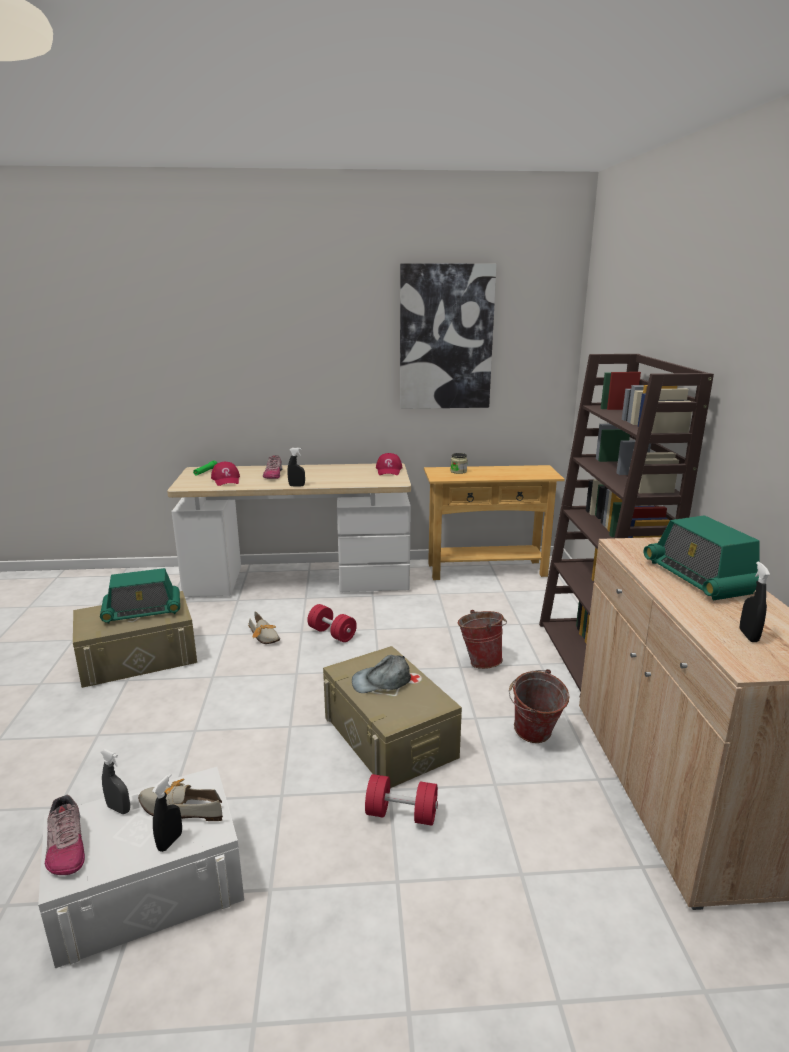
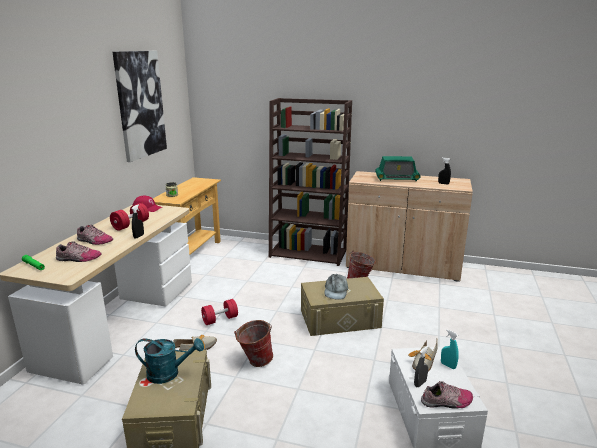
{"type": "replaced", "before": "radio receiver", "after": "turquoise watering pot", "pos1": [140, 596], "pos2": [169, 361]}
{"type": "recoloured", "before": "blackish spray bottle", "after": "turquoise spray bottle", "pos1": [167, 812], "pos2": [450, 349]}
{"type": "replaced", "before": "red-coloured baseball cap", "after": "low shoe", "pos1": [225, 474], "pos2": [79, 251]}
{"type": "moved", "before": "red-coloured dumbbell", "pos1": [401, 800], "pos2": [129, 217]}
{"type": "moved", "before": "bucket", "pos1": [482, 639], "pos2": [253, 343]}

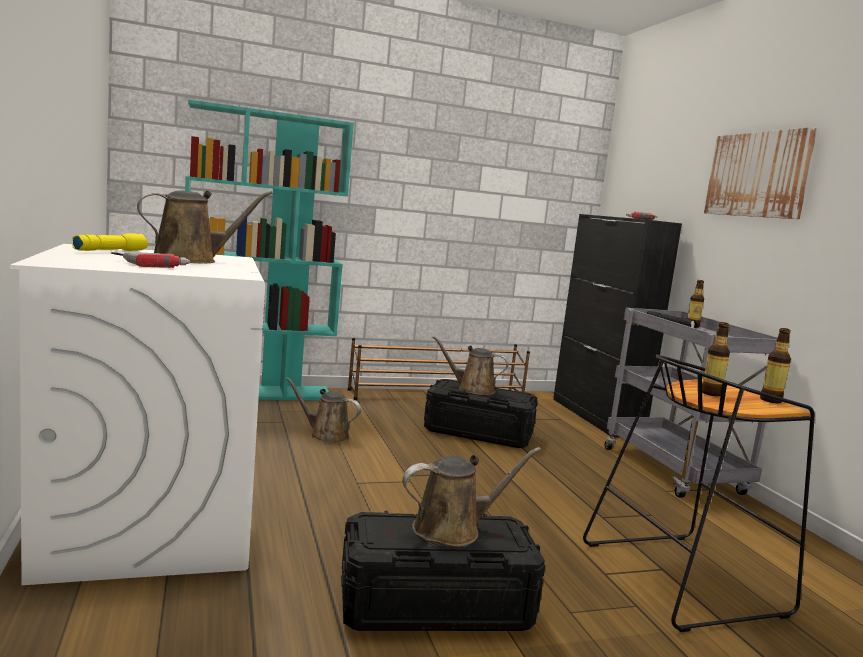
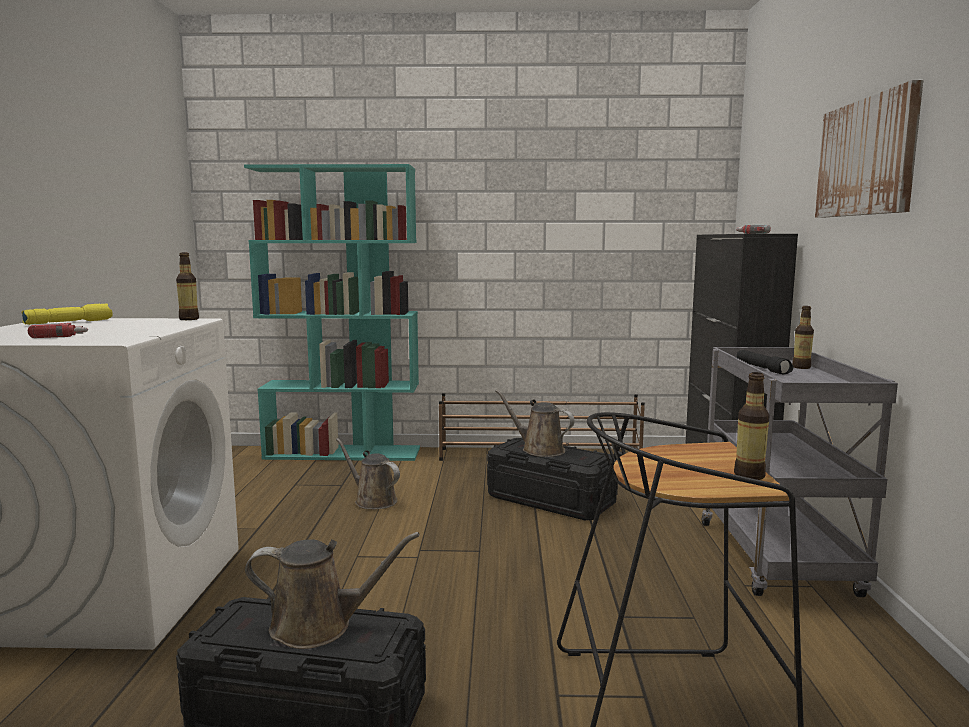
{"type": "removed", "before": "brown watering pot", "pos1": [204, 226]}
{"type": "moved", "before": "drink bottle", "pos1": [716, 359], "pos2": [187, 286]}

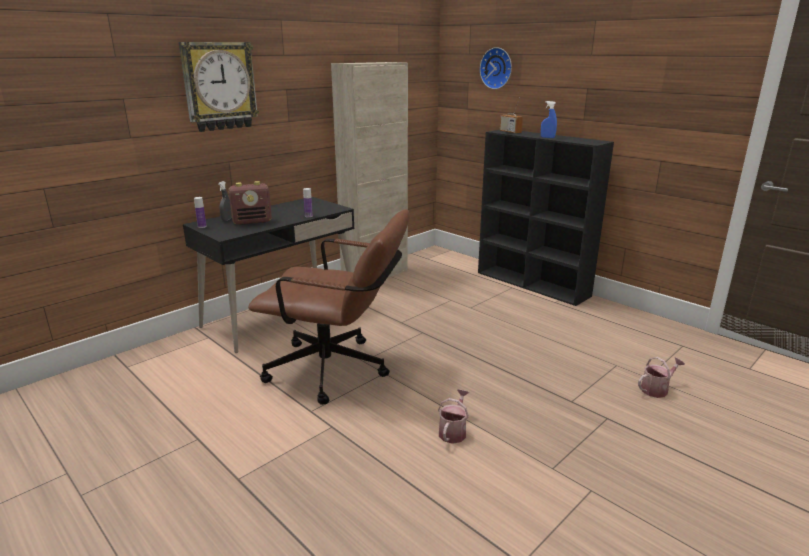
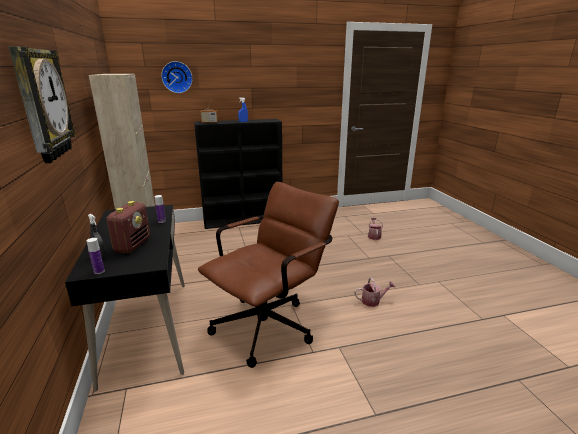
{"type": "turned", "before": "watering pot", "pos1": [453, 416], "pos2": [375, 292], "turn": 120}

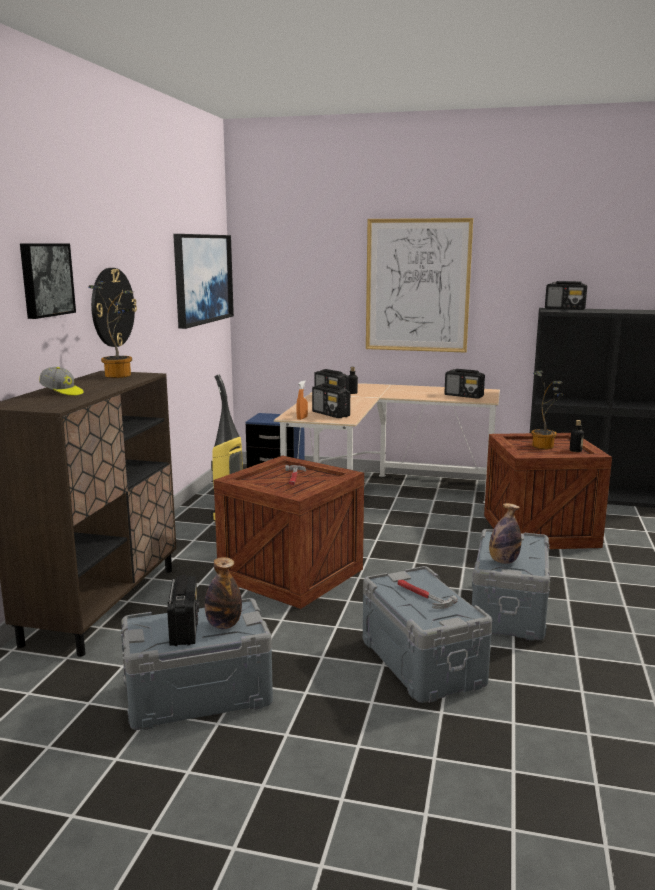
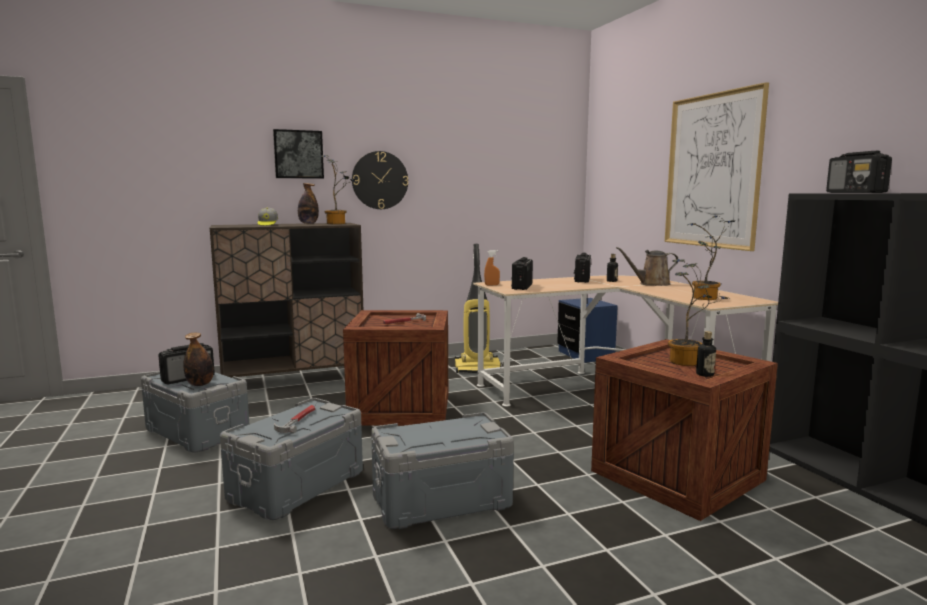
{"type": "removed", "before": "wall picture", "pos1": [203, 281]}
{"type": "replaced", "before": "radio receiver", "after": "potted plant", "pos1": [464, 384], "pos2": [711, 258]}
{"type": "moved", "before": "drink bottle", "pos1": [505, 533], "pos2": [308, 203]}
{"type": "added", "after": "brown watering pot", "pos2": [647, 266]}

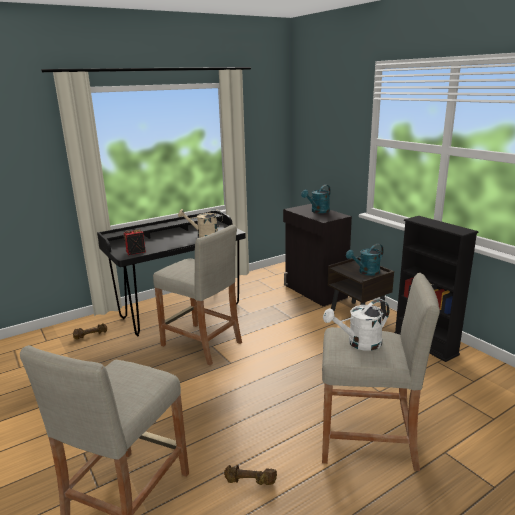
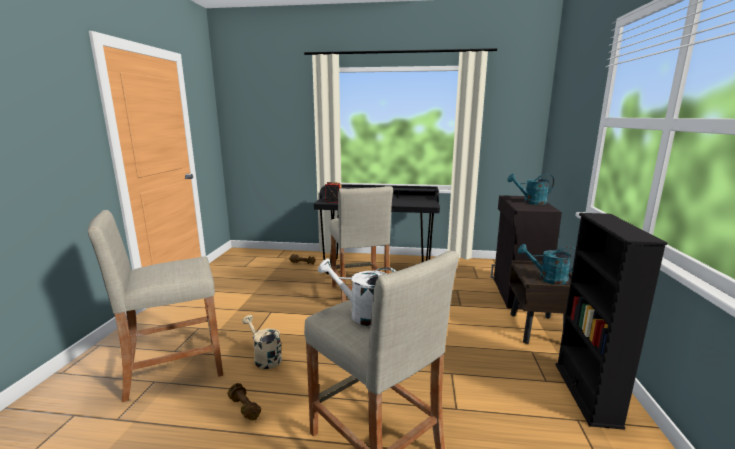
{"type": "moved", "before": "sand-coloured watering pot", "pos1": [200, 223], "pos2": [262, 342]}

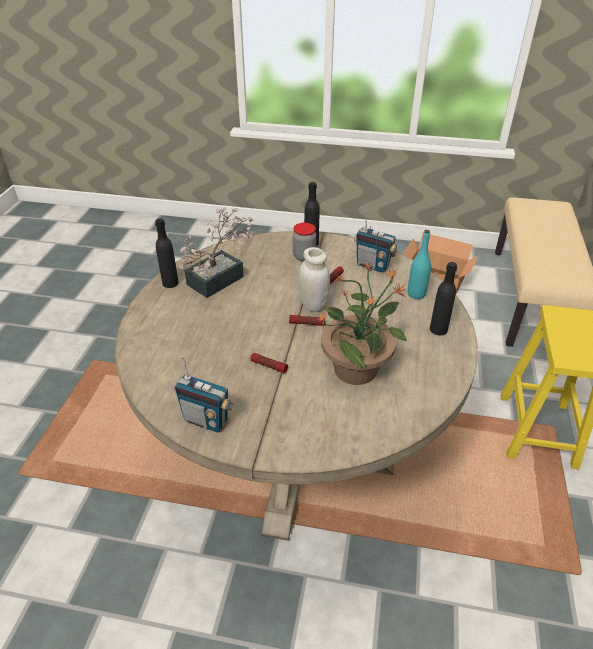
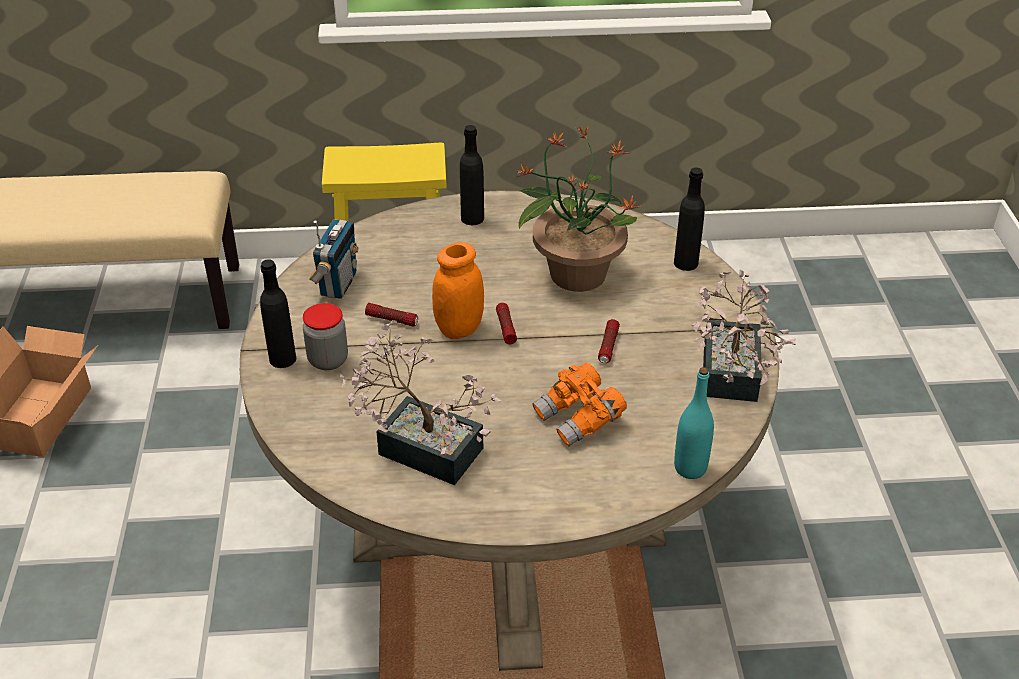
{"type": "moved", "before": "blackish drink bottle", "pos1": [167, 253], "pos2": [689, 219]}
{"type": "replaced", "before": "radio receiver", "after": "potted plant", "pos1": [204, 394], "pos2": [744, 335]}
{"type": "recoloured", "before": "white-coloured preserve jar", "after": "orangey preserve jar", "pos1": [314, 279], "pos2": [458, 290]}
{"type": "moved", "before": "turquoise drink bottle", "pos1": [419, 264], "pos2": [694, 423]}
{"type": "added", "after": "orangey pair of binoculars", "pos2": [579, 404]}

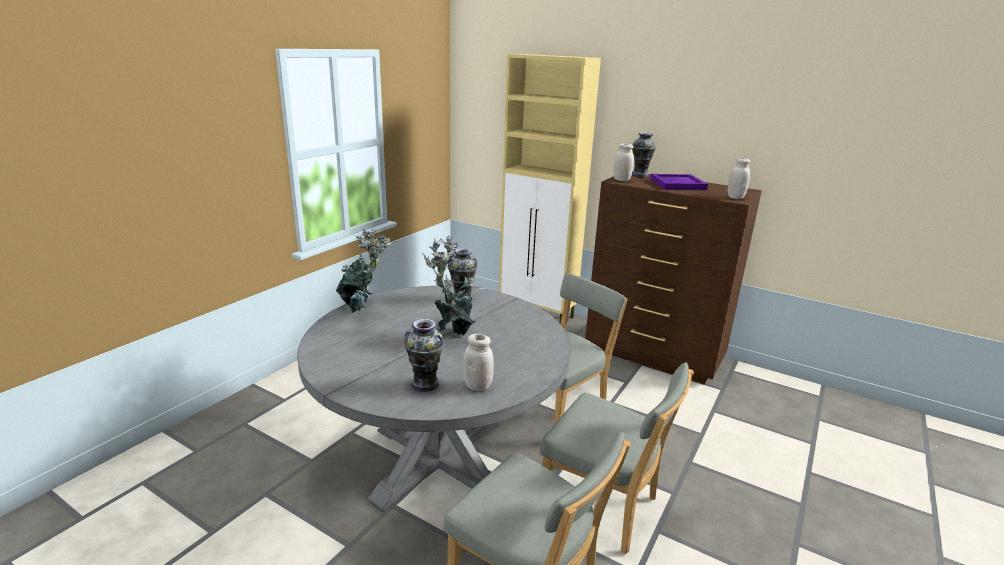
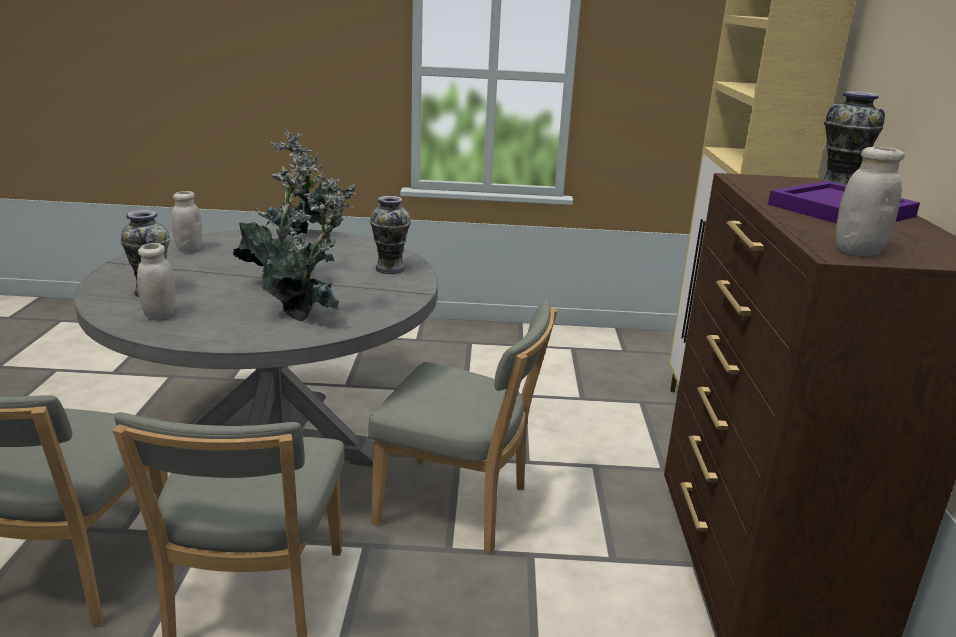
{"type": "moved", "before": "white-coloured preserve jar", "pos1": [623, 162], "pos2": [186, 221]}
{"type": "added", "after": "potted plant", "pos2": [309, 249]}

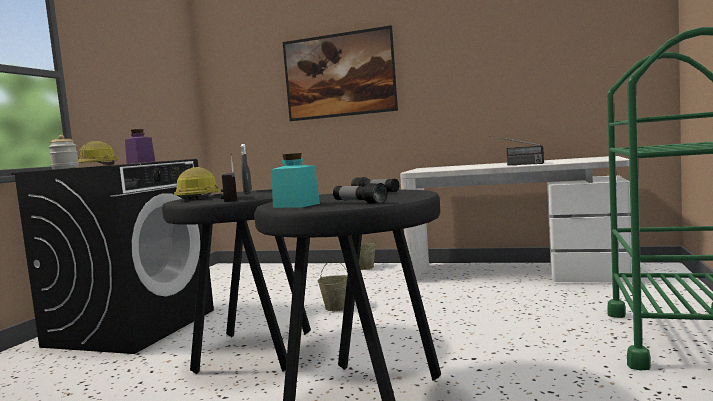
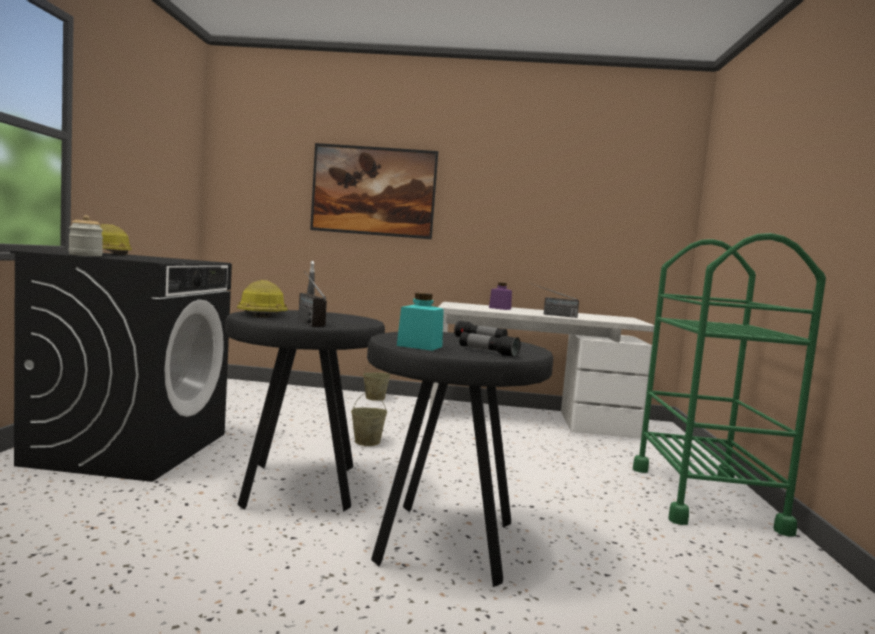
{"type": "moved", "before": "purple preserve jar", "pos1": [140, 146], "pos2": [500, 296]}

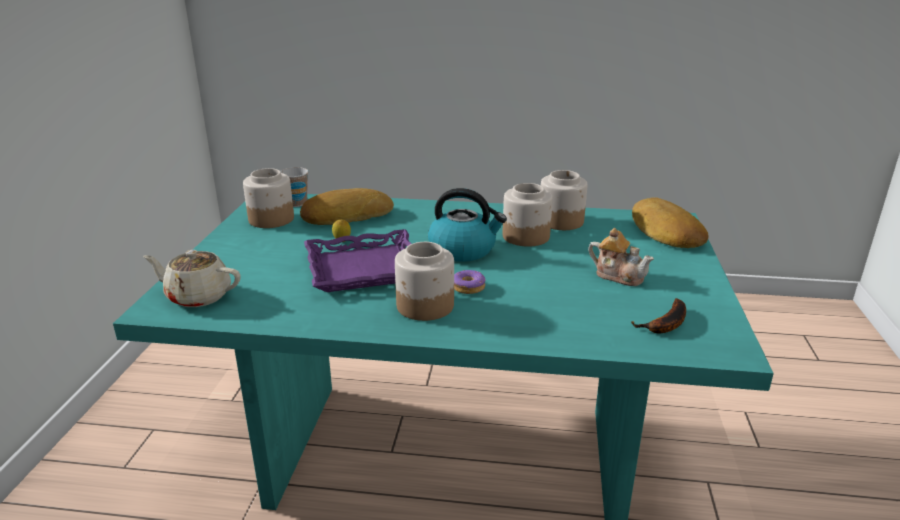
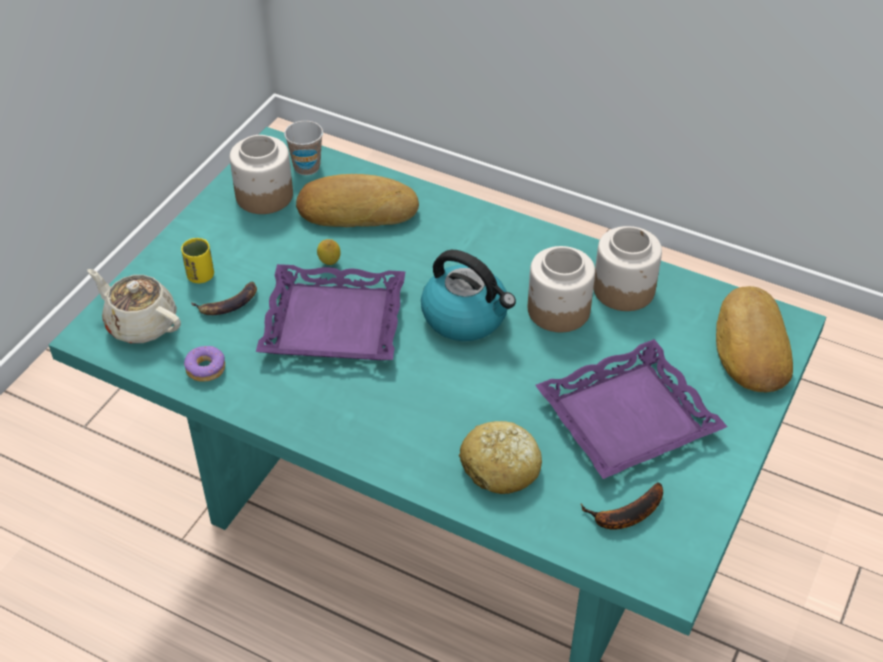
{"type": "removed", "before": "preserve jar", "pos1": [424, 281]}
{"type": "moved", "before": "doughnut", "pos1": [470, 282], "pos2": [204, 364]}
{"type": "replaced", "before": "pot for tea", "after": "purple carrying tray", "pos1": [621, 257], "pos2": [631, 409]}
{"type": "added", "after": "yellowish cup", "pos2": [197, 260]}
{"type": "added", "after": "banana", "pos2": [223, 298]}
{"type": "added", "after": "bakery bread", "pos2": [500, 457]}

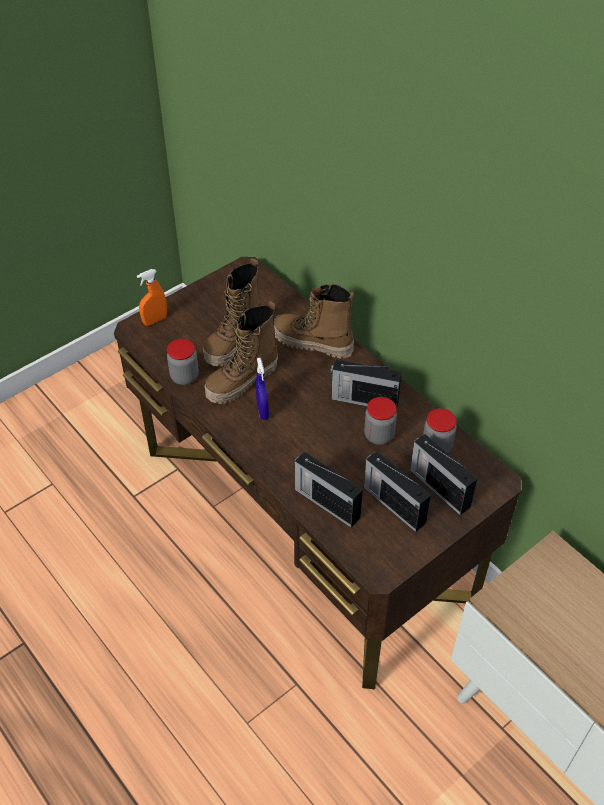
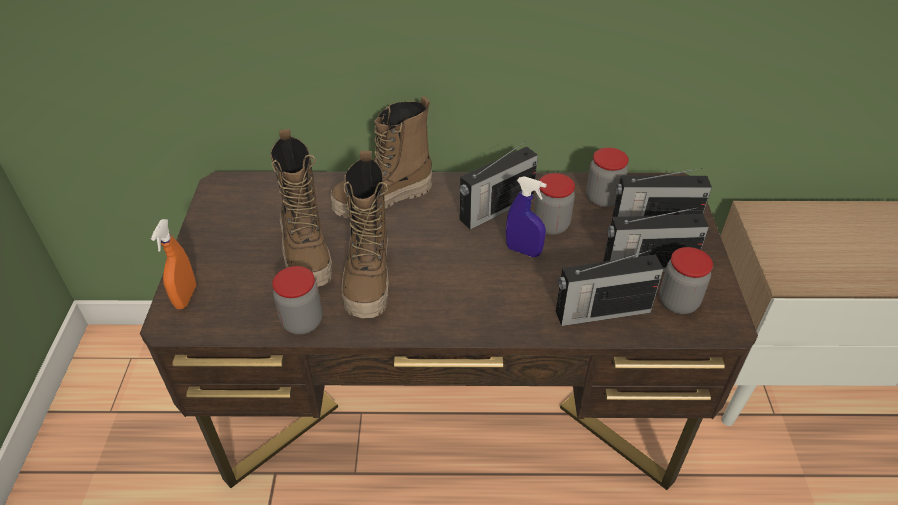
{"type": "moved", "before": "blue-coloured spray bottle", "pos1": [262, 389], "pos2": [526, 216]}
{"type": "added", "after": "preserve jar", "pos2": [686, 280]}

